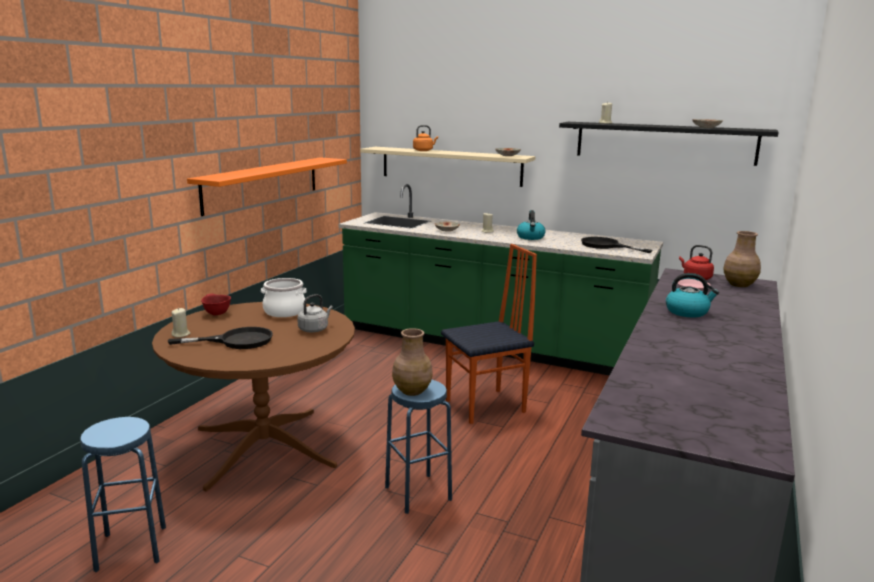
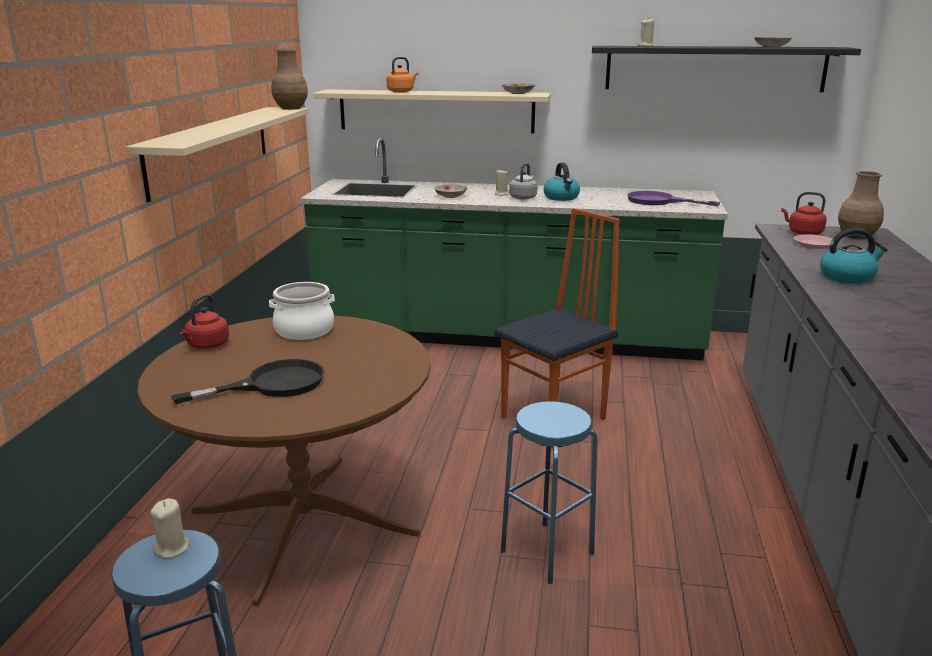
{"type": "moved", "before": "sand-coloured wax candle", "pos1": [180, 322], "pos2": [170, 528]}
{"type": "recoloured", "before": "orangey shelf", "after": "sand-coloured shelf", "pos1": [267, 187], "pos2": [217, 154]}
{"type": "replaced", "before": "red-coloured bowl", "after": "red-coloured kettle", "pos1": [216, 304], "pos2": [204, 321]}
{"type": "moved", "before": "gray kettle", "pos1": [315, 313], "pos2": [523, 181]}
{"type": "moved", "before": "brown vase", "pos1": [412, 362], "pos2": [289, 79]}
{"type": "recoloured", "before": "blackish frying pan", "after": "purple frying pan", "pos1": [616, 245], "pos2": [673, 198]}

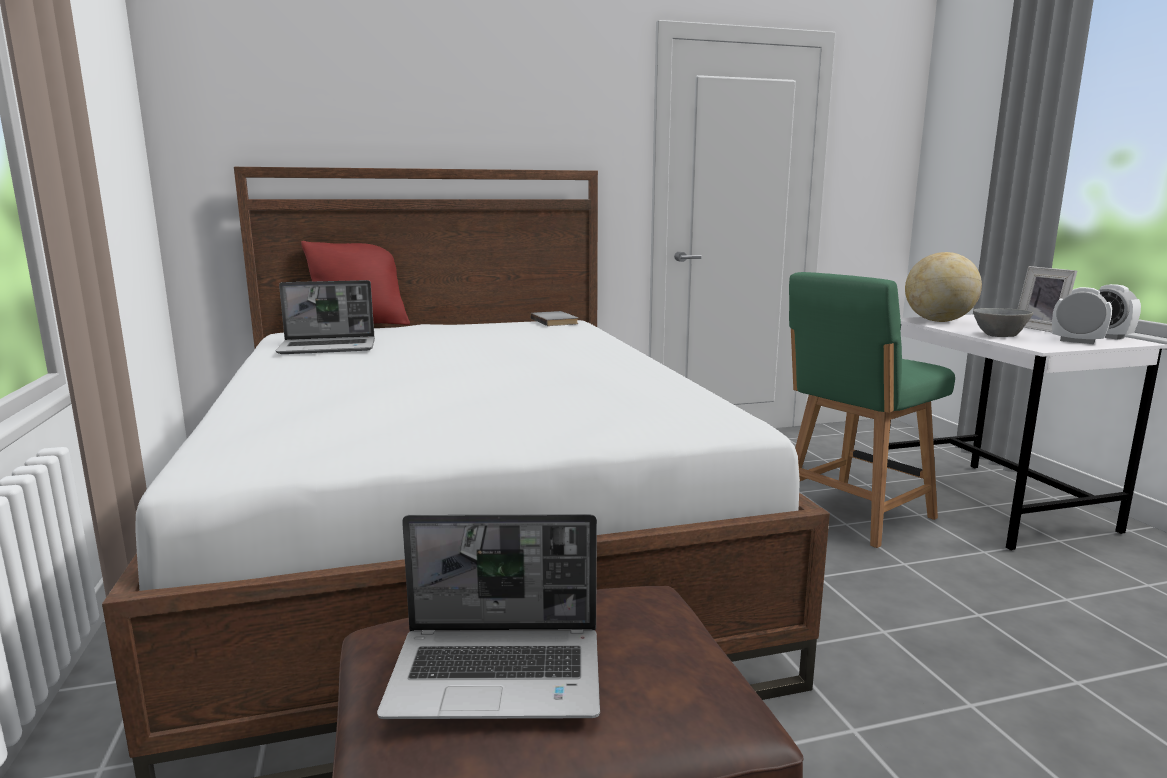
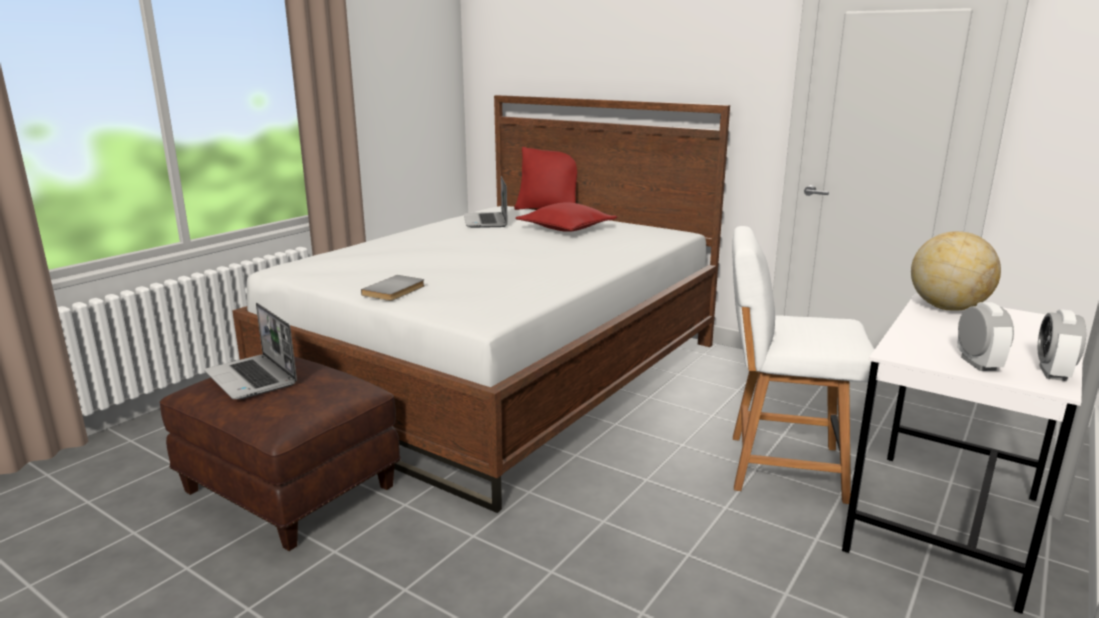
{"type": "turned", "before": "laptop", "pos1": [325, 317], "pos2": [486, 202], "turn": 45}
{"type": "moved", "before": "gray volume", "pos1": [554, 318], "pos2": [393, 288]}
{"type": "recoloured", "before": "greenish chair", "after": "white-coloured chair", "pos1": [872, 410], "pos2": [803, 365]}
{"type": "removed", "before": "gray bowl", "pos1": [1003, 322]}
{"type": "removed", "before": "standing frame", "pos1": [1047, 299]}
{"type": "added", "after": "red-coloured throw pillow", "pos2": [566, 217]}

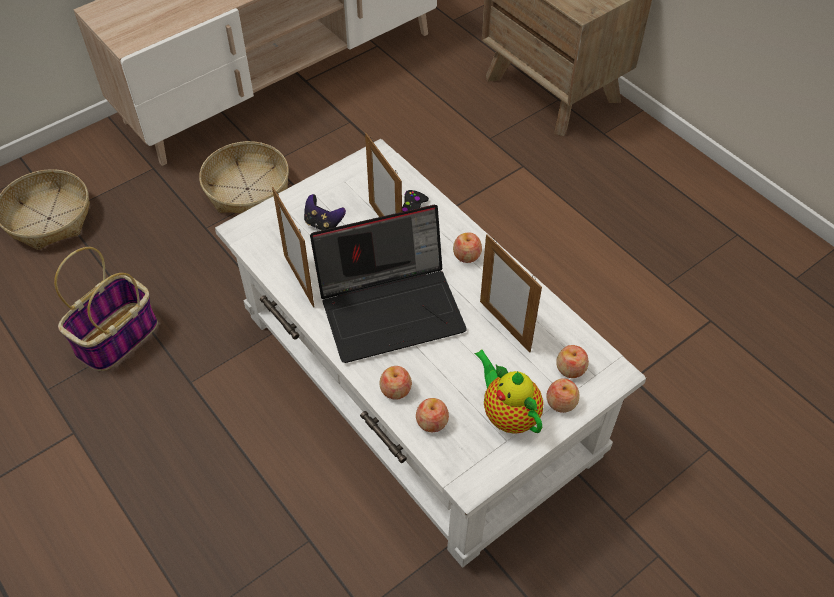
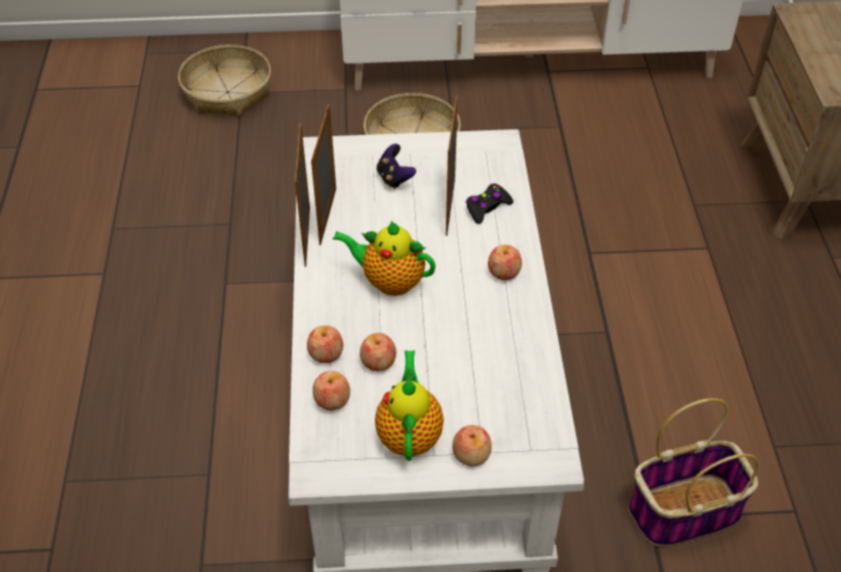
{"type": "moved", "before": "household basket", "pos1": [106, 309], "pos2": [693, 472]}
{"type": "replaced", "before": "laptop", "after": "pot for tea", "pos1": [388, 284], "pos2": [384, 258]}
{"type": "moved", "before": "standing frame", "pos1": [511, 293], "pos2": [302, 195]}
{"type": "moved", "before": "whole apple", "pos1": [572, 361], "pos2": [378, 352]}

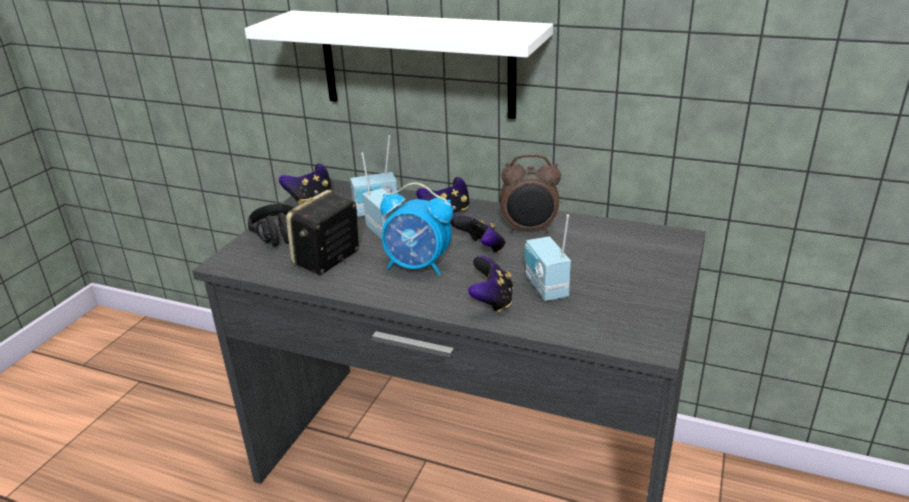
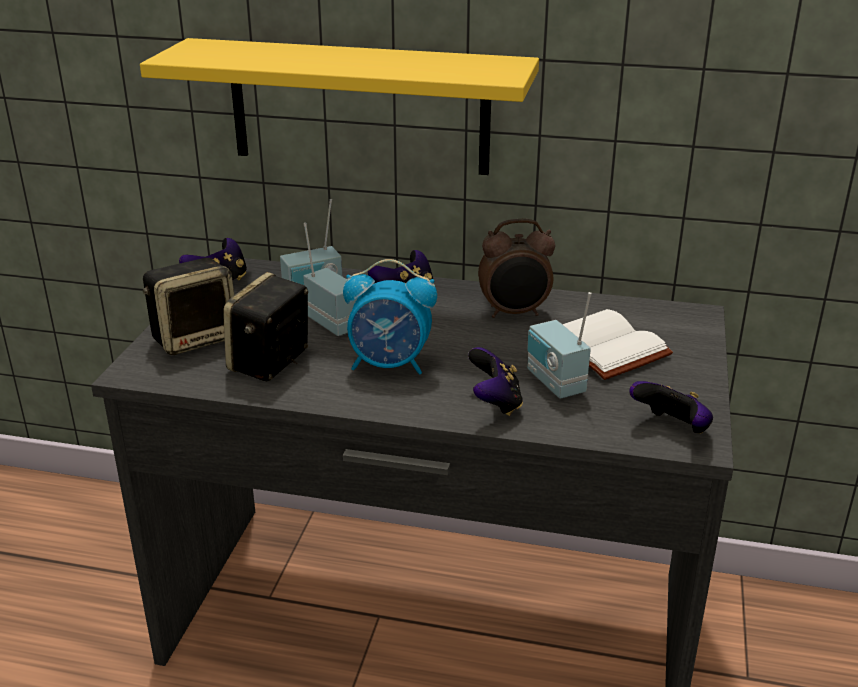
{"type": "recoloured", "before": "white-coloured shelf", "after": "yellowish shelf", "pos1": [399, 64], "pos2": [339, 106]}
{"type": "replaced", "before": "blackish headphones", "after": "loudspeaker", "pos1": [271, 225], "pos2": [188, 306]}
{"type": "moved", "before": "game controller", "pos1": [477, 234], "pos2": [671, 407]}
{"type": "added", "after": "white-coloured volume", "pos2": [617, 344]}

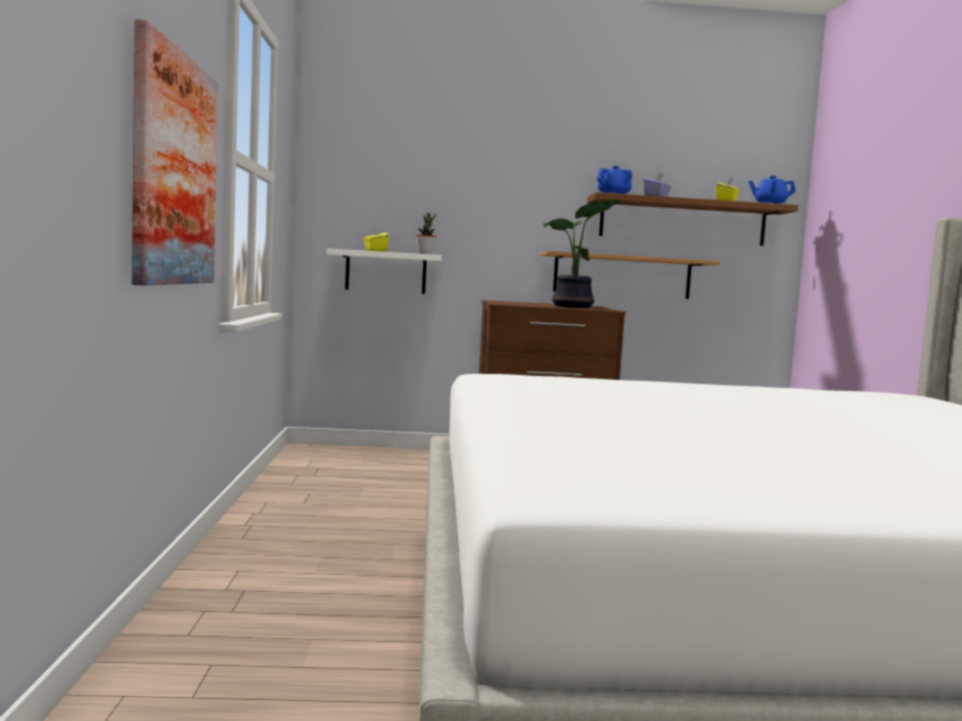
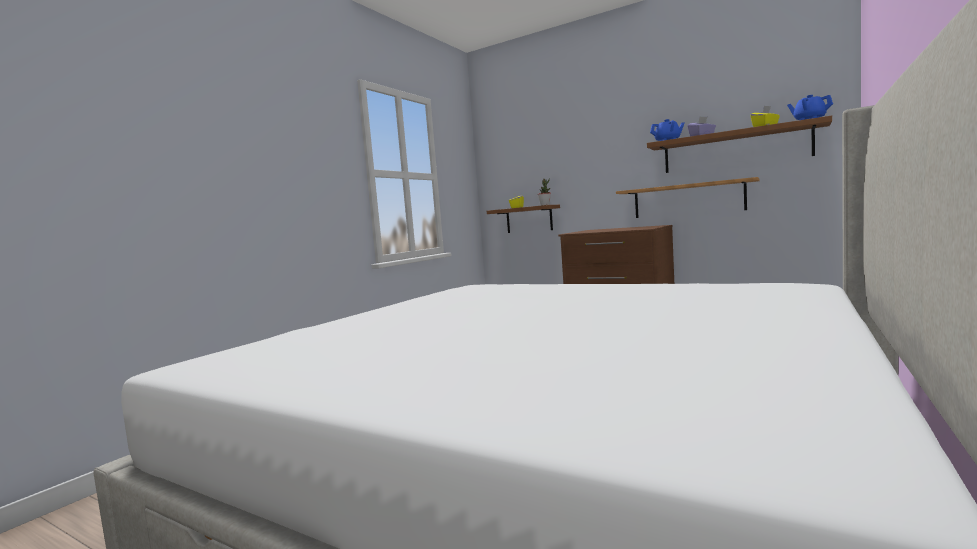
{"type": "removed", "before": "wall picture", "pos1": [175, 152]}
{"type": "recoloured", "before": "white-coloured shelf", "after": "brown shelf", "pos1": [384, 271], "pos2": [523, 219]}
{"type": "removed", "before": "potted plant", "pos1": [582, 254]}

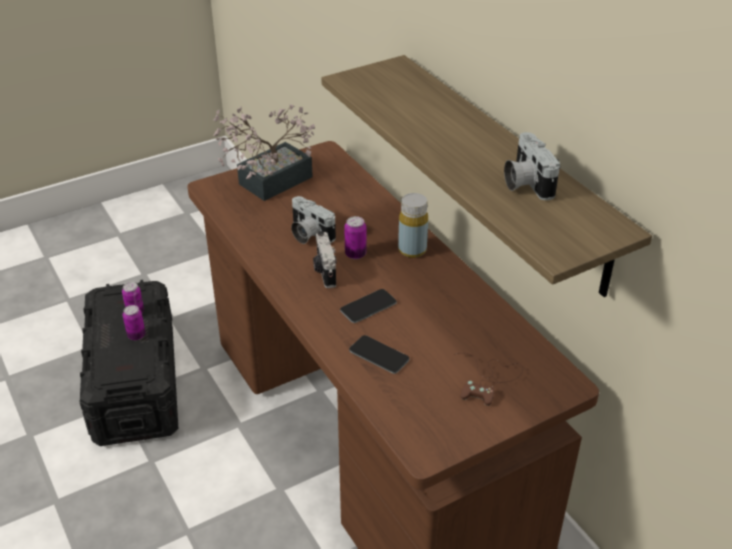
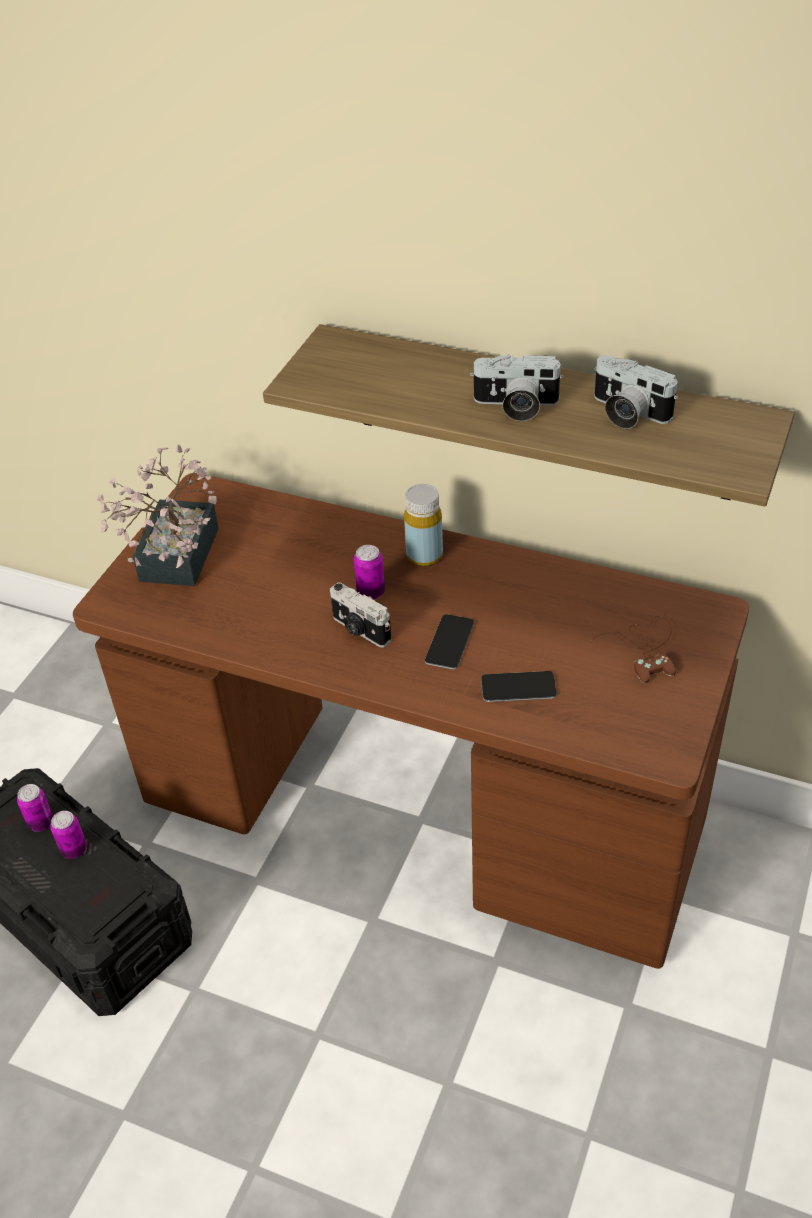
{"type": "moved", "before": "still camera", "pos1": [313, 220], "pos2": [516, 388]}

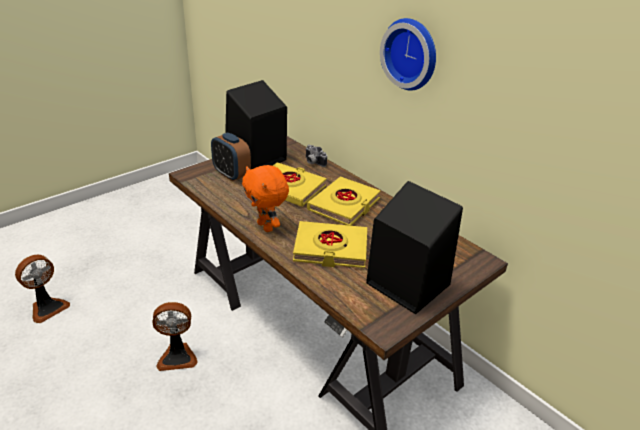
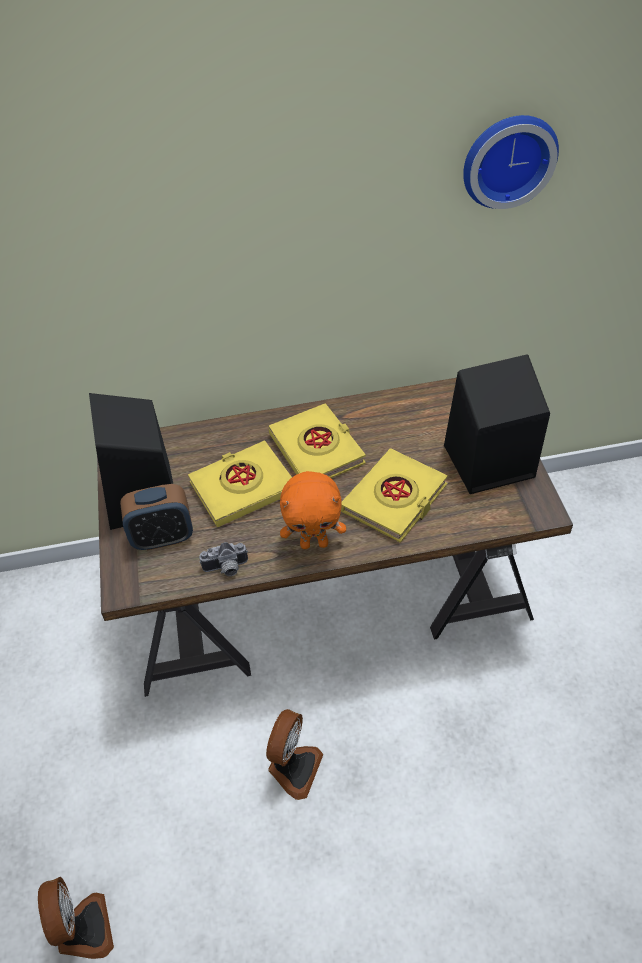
{"type": "moved", "before": "still camera", "pos1": [316, 156], "pos2": [223, 559]}
{"type": "moved", "before": "clock on the wall", "pos1": [408, 54], "pos2": [511, 162]}

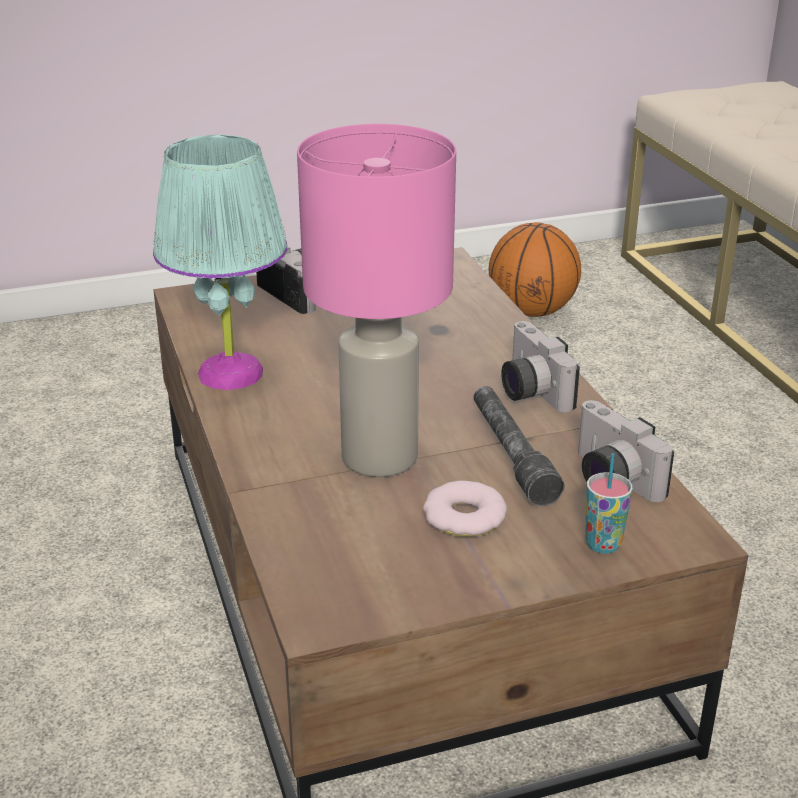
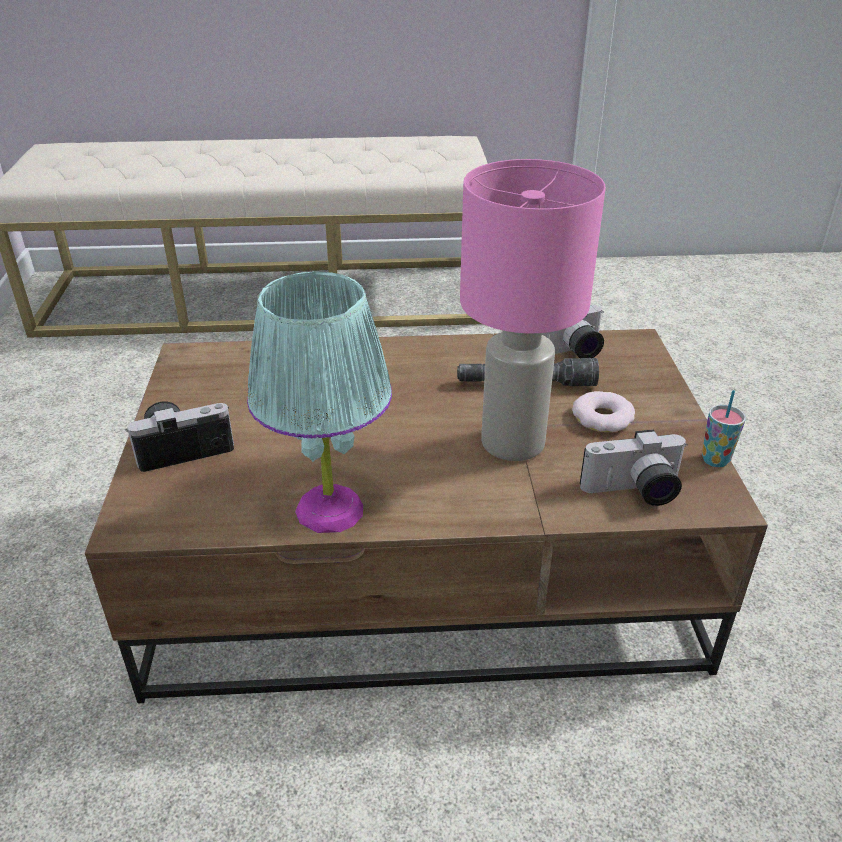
{"type": "removed", "before": "basketball ball", "pos1": [535, 269]}
{"type": "moved", "before": "still camera", "pos1": [540, 366], "pos2": [634, 467]}
{"type": "moved", "before": "cup", "pos1": [609, 503], "pos2": [724, 428]}

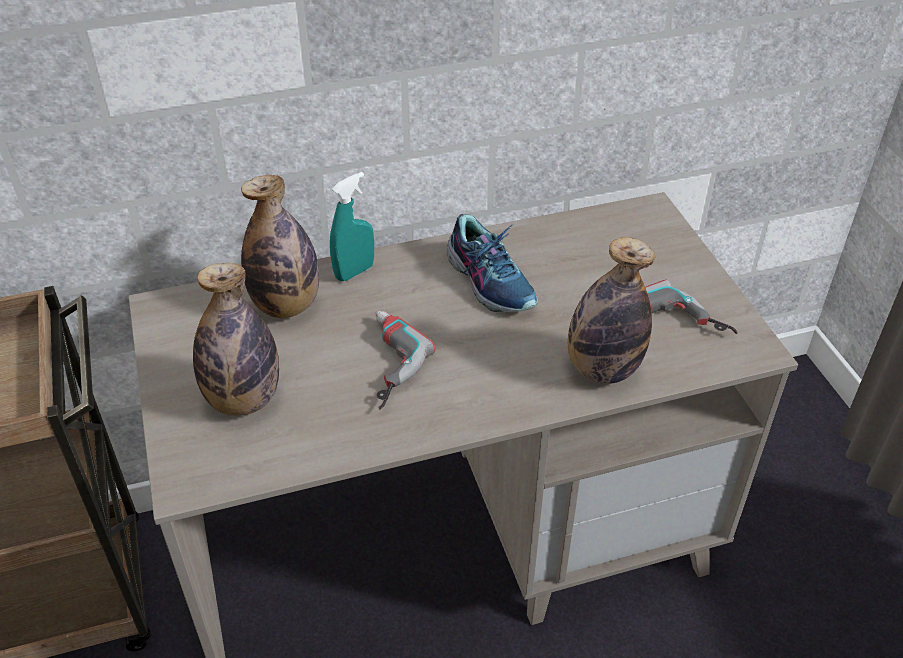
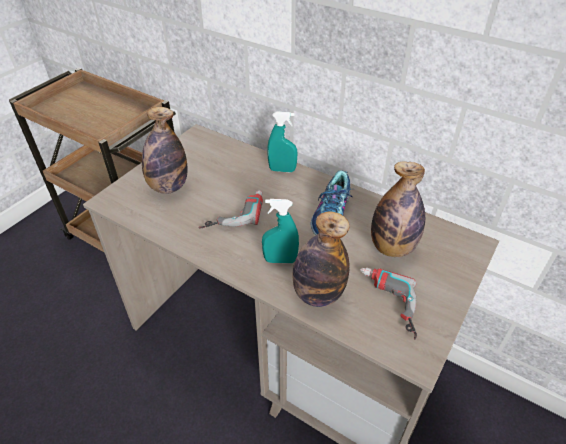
{"type": "moved", "before": "drink bottle", "pos1": [280, 246], "pos2": [398, 209]}
{"type": "added", "after": "turquoise spray bottle", "pos2": [280, 231]}

